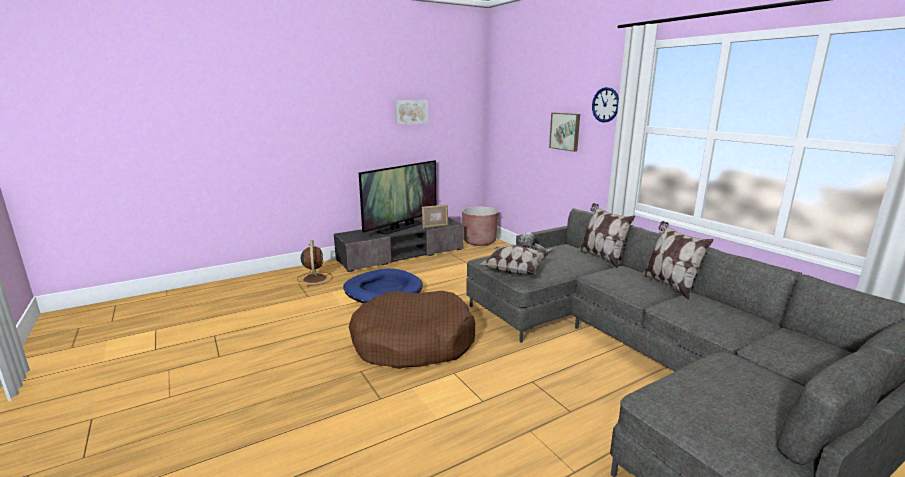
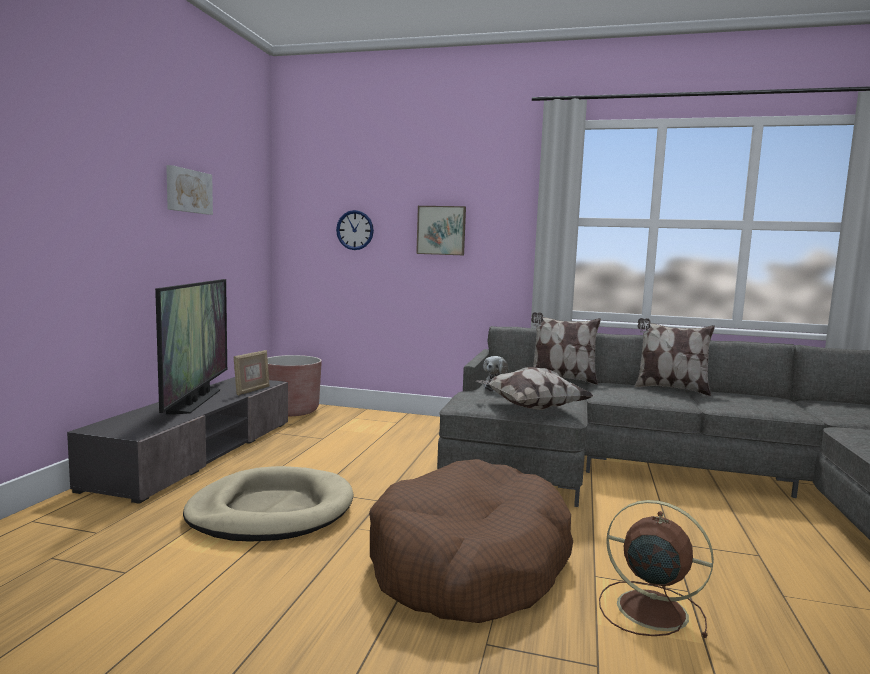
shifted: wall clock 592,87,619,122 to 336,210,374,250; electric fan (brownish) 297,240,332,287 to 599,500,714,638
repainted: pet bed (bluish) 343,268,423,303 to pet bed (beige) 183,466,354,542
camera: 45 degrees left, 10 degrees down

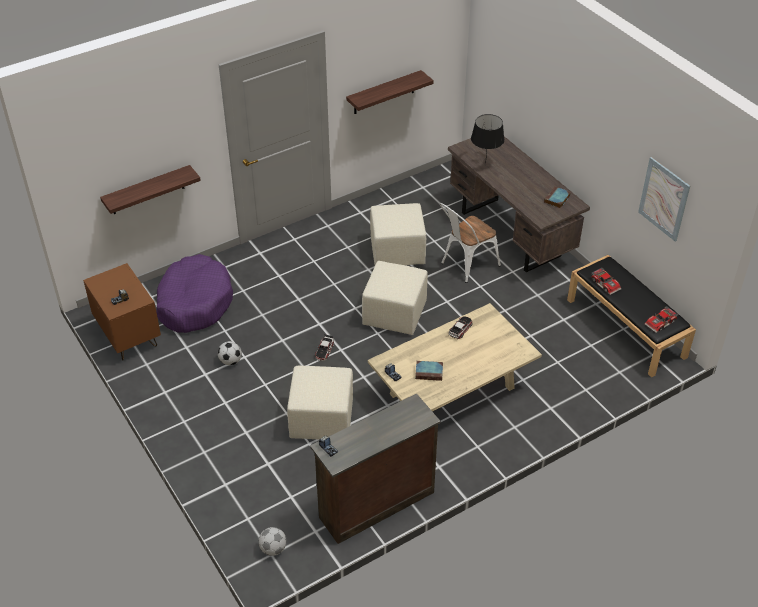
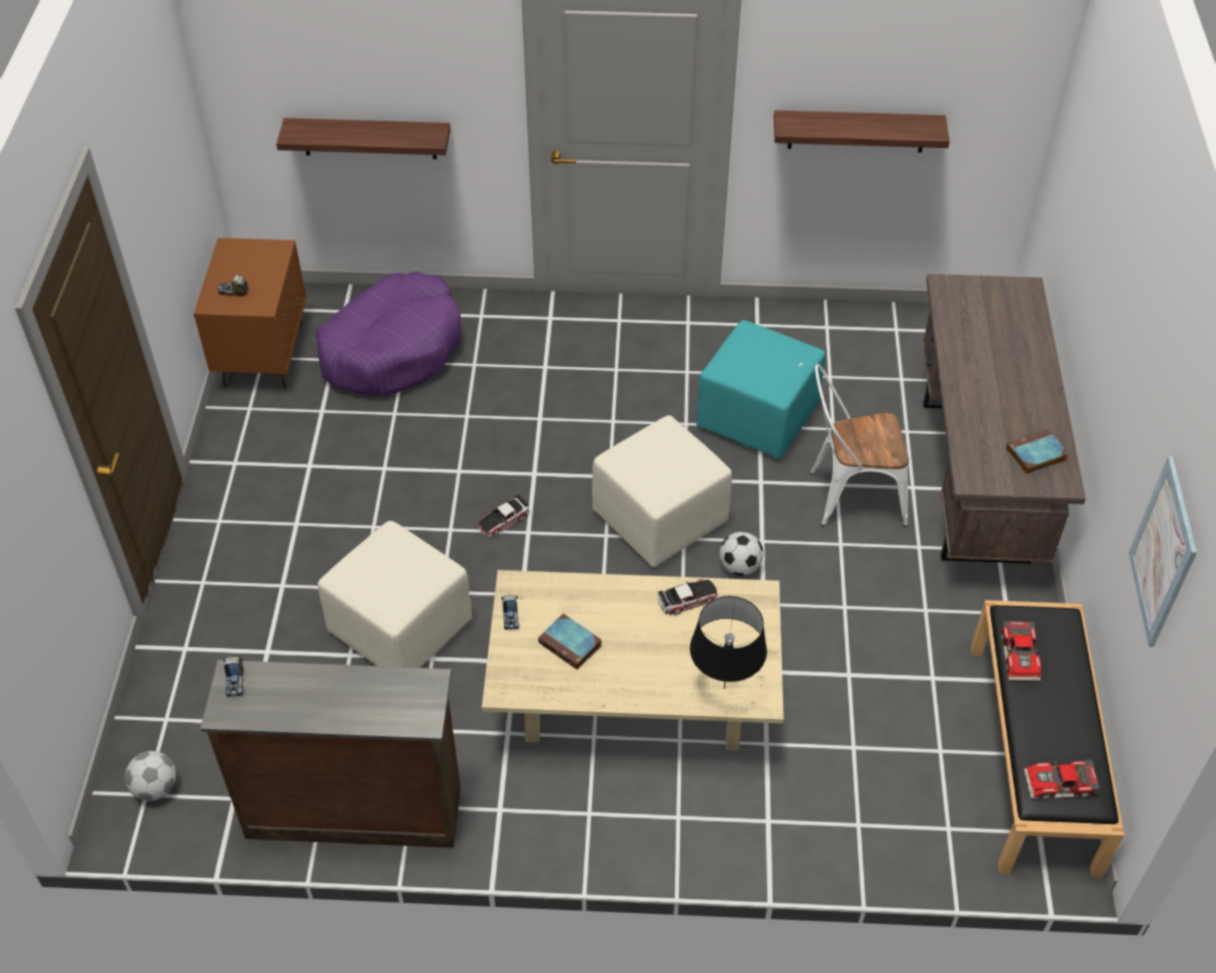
shifted: lamp for a table (black-coloured) 471,114,504,164 to 690,596,767,689; ball for football 218,341,242,365 to 720,532,763,576
repainted: footrest (beige) 370,203,426,265 to footrest (blue-green) 696,320,825,459
camera: 35 degrees right, 5 degrees up

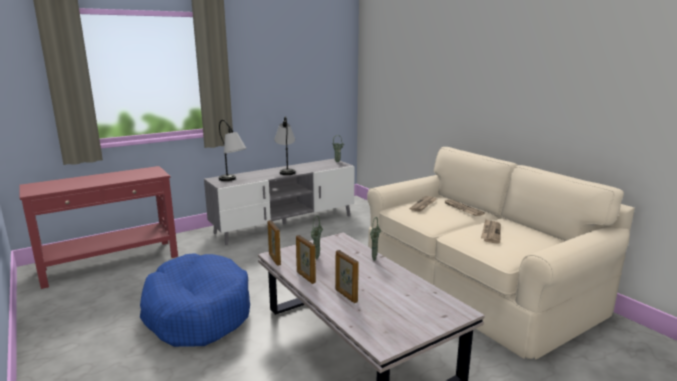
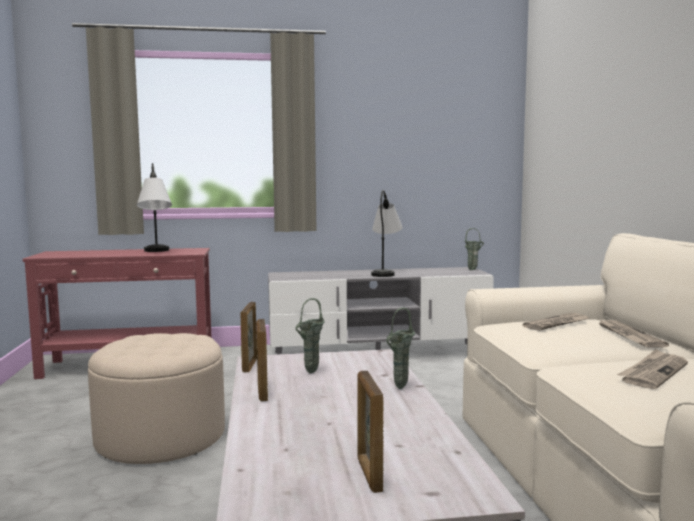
shifted: lamp for a table 219,120,247,181 to 137,163,172,252; picture frame 335,250,359,303 to 357,371,384,493
swapped: pet bed (bluish) 140,253,250,347 to footrest (beige) 88,333,225,464
camera: 25 degrees right, 10 degrees down

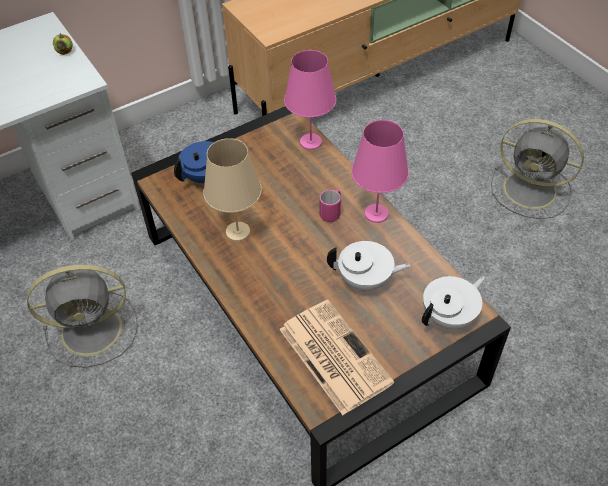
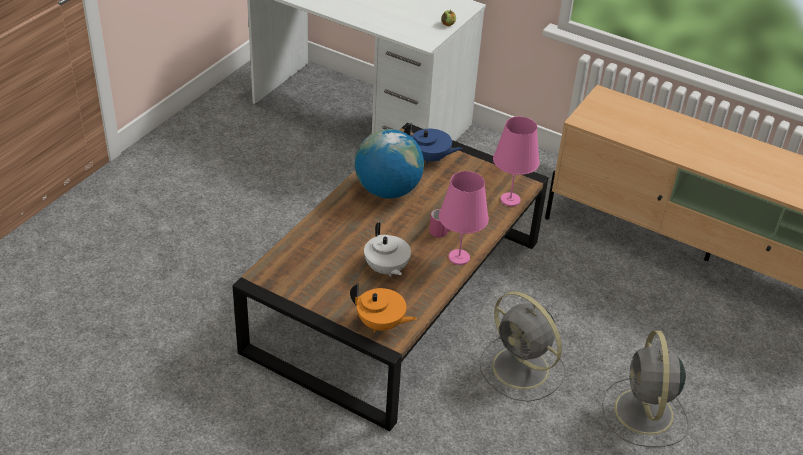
gone: printed paper 279,300,394,415
shifted: electric fan (gray) 27,264,137,368 to 479,291,566,402
swapped: lamp for a table (beige) 203,138,262,241 to globe 355,129,424,199
repainted: teapot (white) 422,276,485,329 to teapot (orange-coloured) 350,283,417,332
camera: 60 degrees right, 10 degrees down

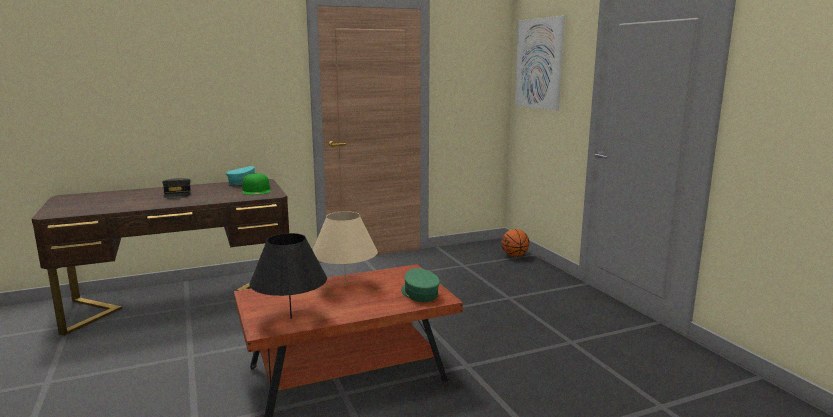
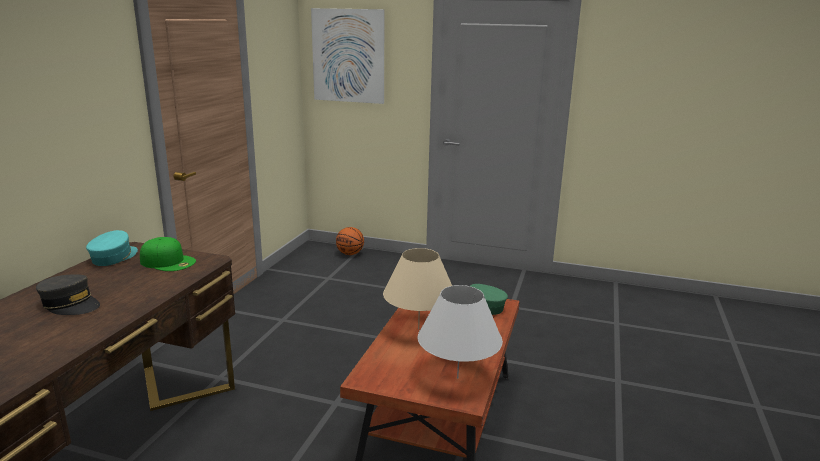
repainted: lamp for a table (black-coloured) 250,233,327,319 to lamp for a table (white) 418,285,503,378
camera: 50 degrees left, 5 degrees up

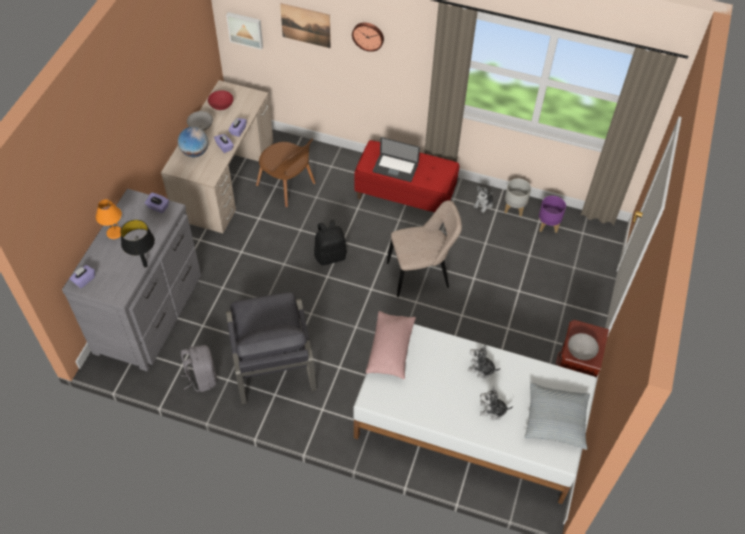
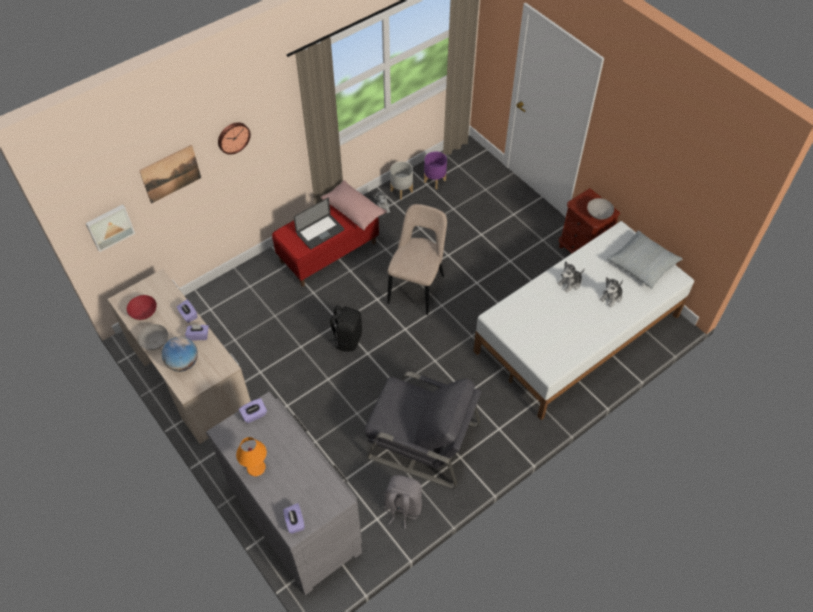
gone: lamp for a table (black-coloured) 120,220,155,268; plain chair (brownish) 256,138,315,207
shifted: throw pillow (pink-coloured) 366,311,416,379 to 321,180,387,231
camera: 55 degrees left, 0 degrees up

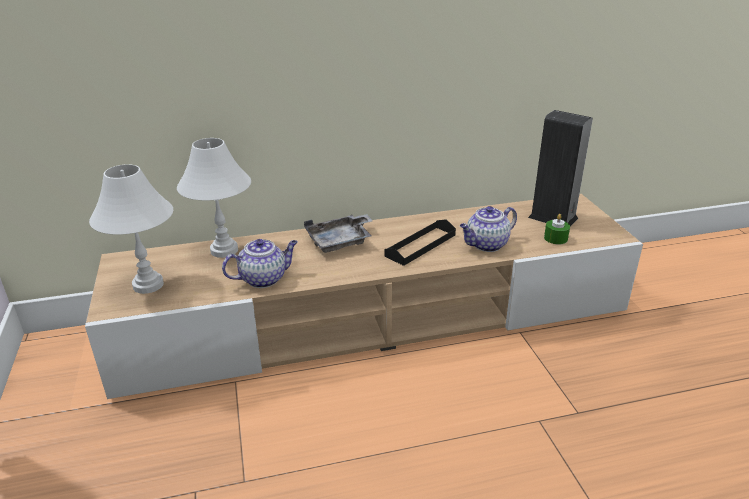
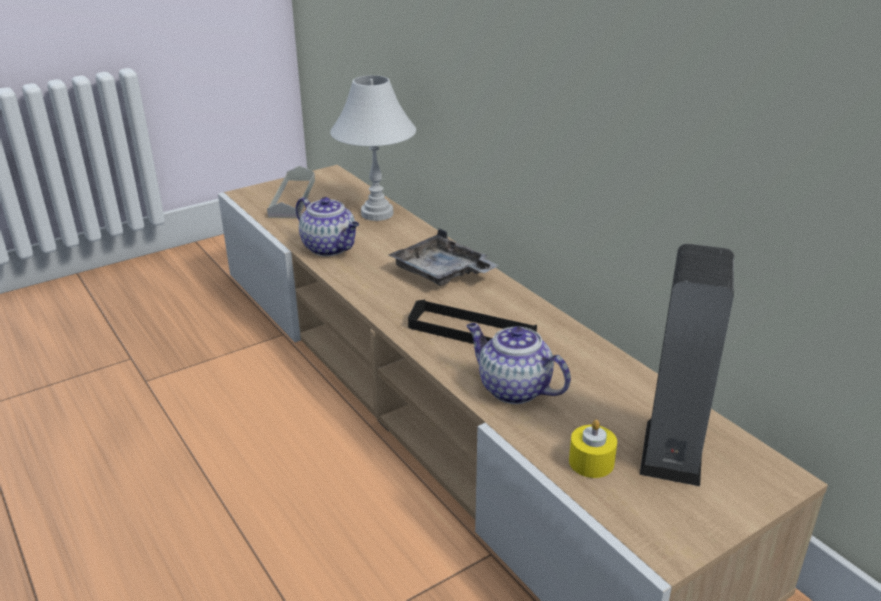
swapped: lamp for a table (white) 89,164,173,294 to carrying tray (gray) 267,166,315,218
repainted: wax light (green) 544,214,570,244 to wax light (yellow-coloured) 569,420,617,478
camera: 70 degrees right, 0 degrees up

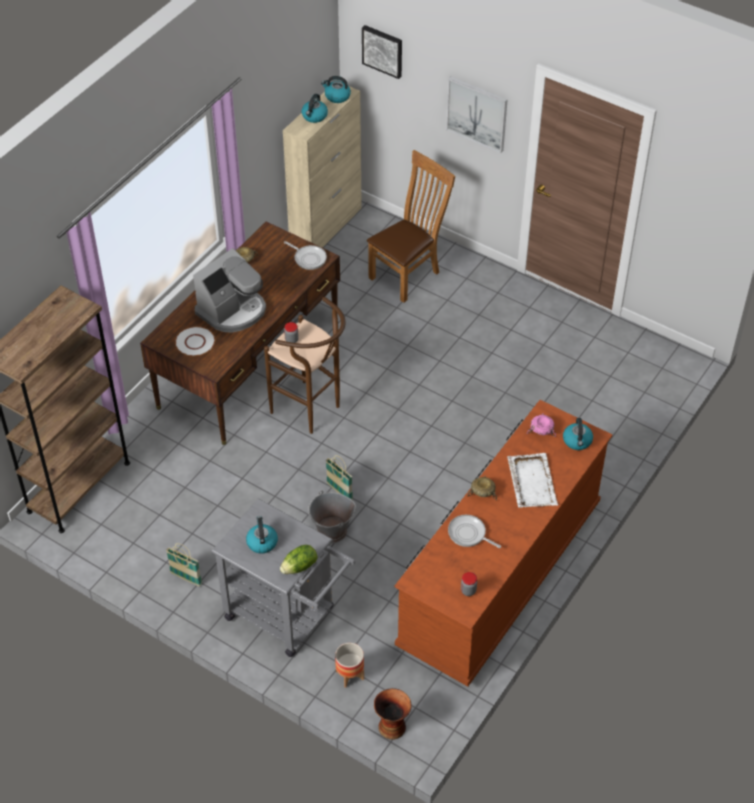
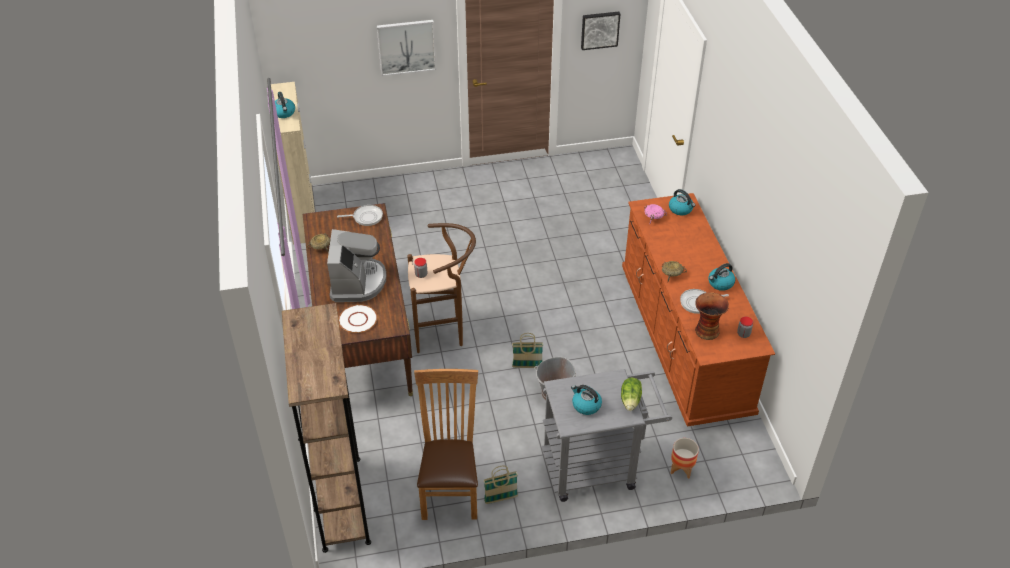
gone: carrying tray (white) 507,453,559,508
shifted: plain chair (brownish) 367,150,455,303 to 414,369,478,520; wall picture 362,25,402,79 to 581,12,620,50; vase 374,688,411,740 to 695,292,729,340; kettle 321,76,351,103 to 708,263,735,291
camera: 45 degrees left, 5 degrees down

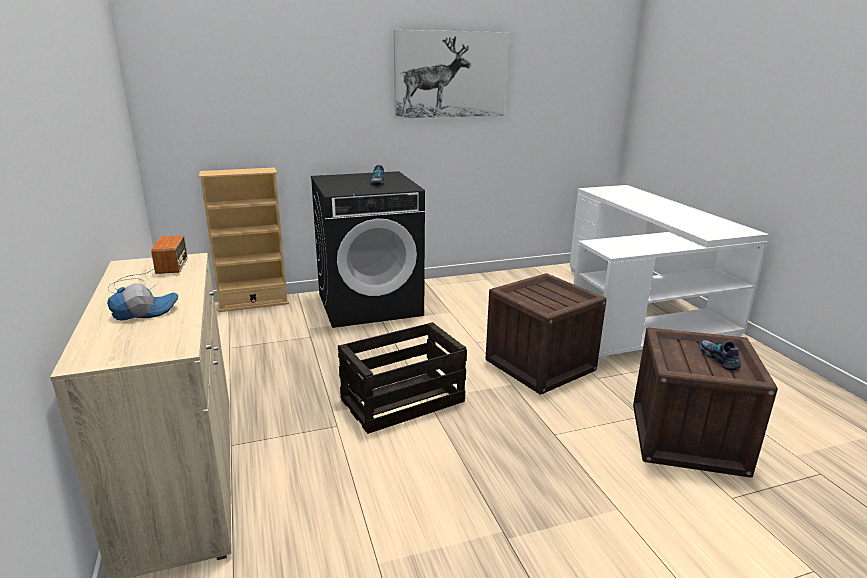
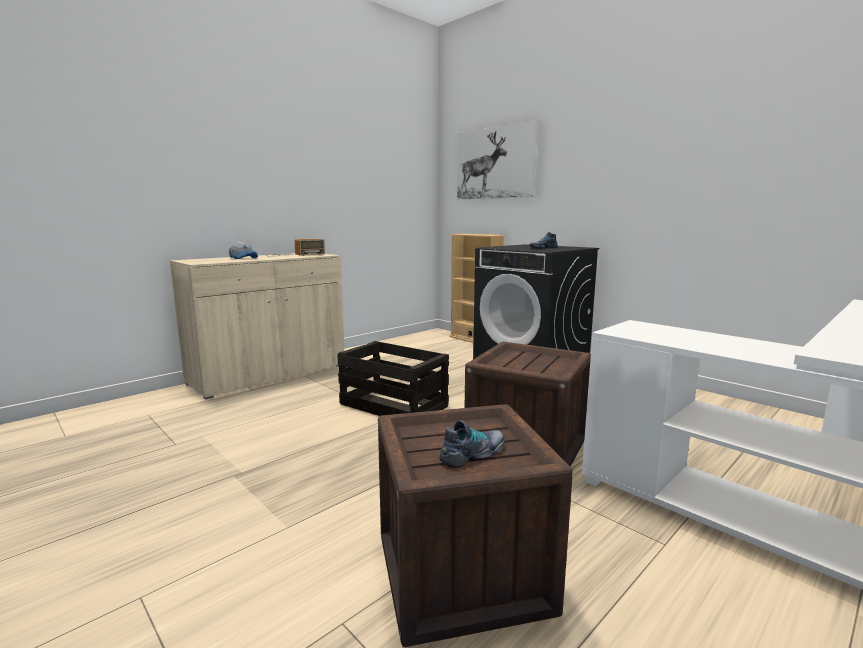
shifted: wall picture 394,30,509,119 to 457,120,540,200
camera: 65 degrees right, 10 degrees down

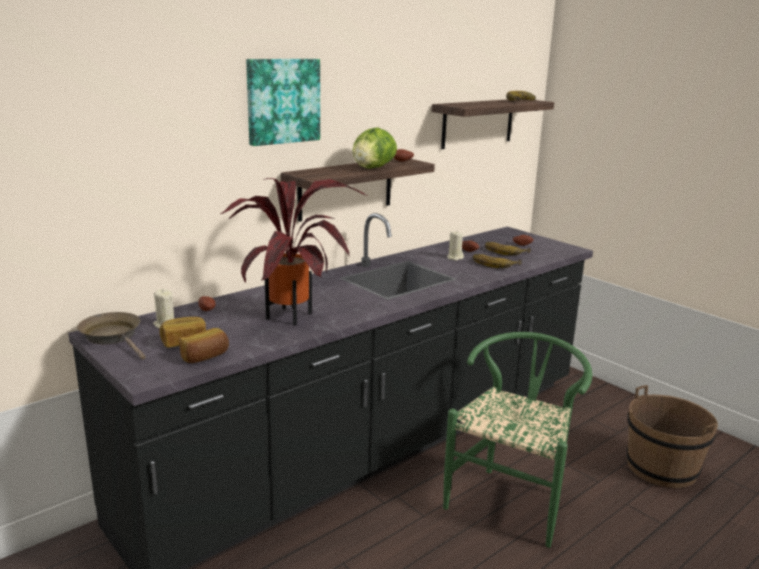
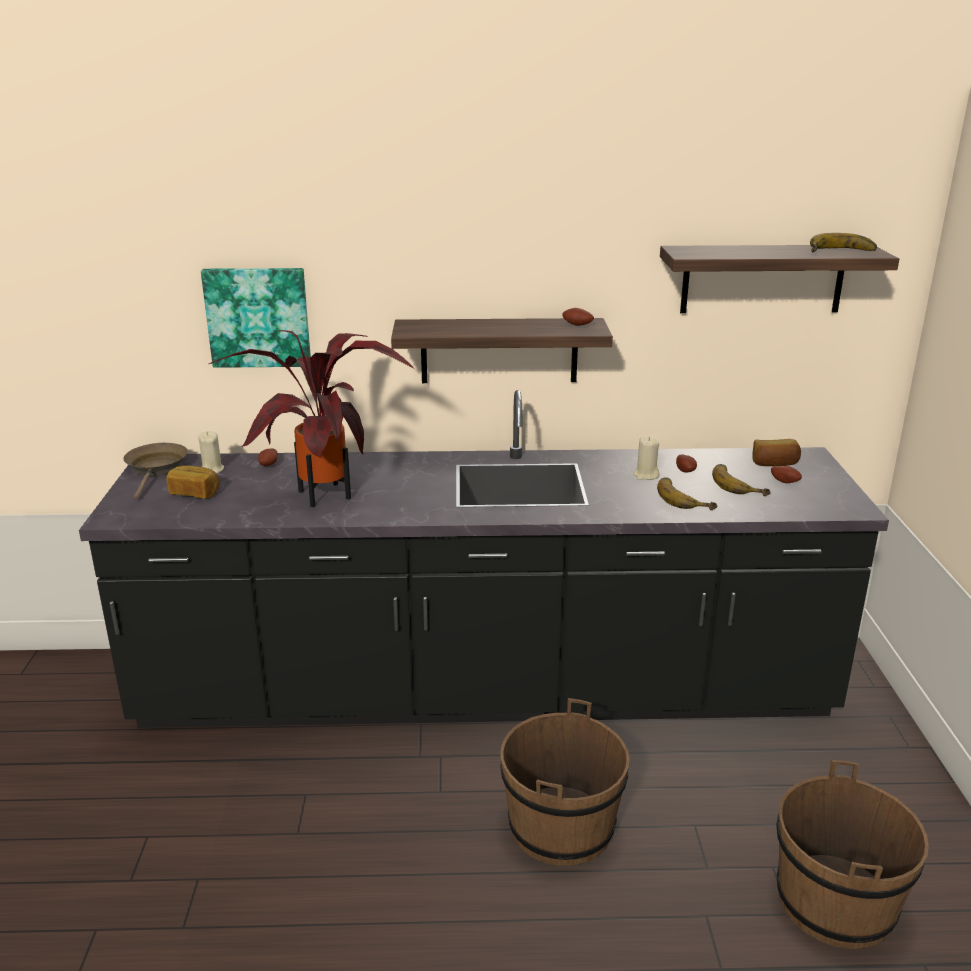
gone: lettuce 352,127,397,169
shifted: wall picture 246,59,320,146 to 201,268,311,368; bakery bread 179,328,229,363 to 752,439,801,466
swapped: plain chair (green) 443,332,592,548 to bucket (brownish) 500,698,630,866
camera: 40 degrees right, 5 degrees up

